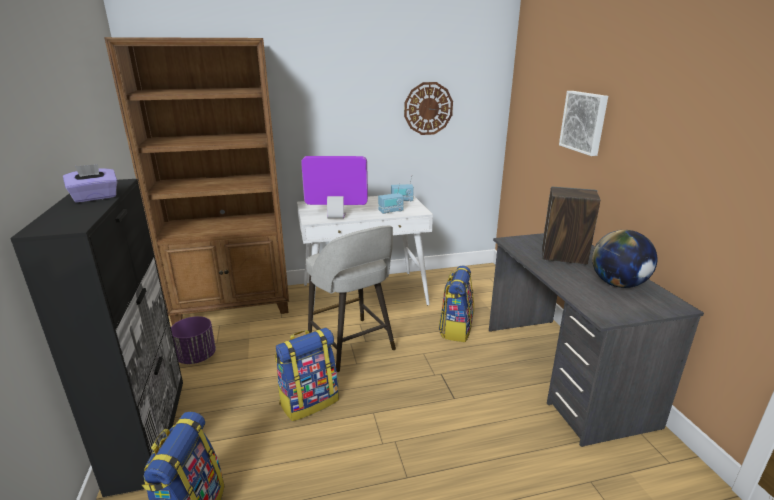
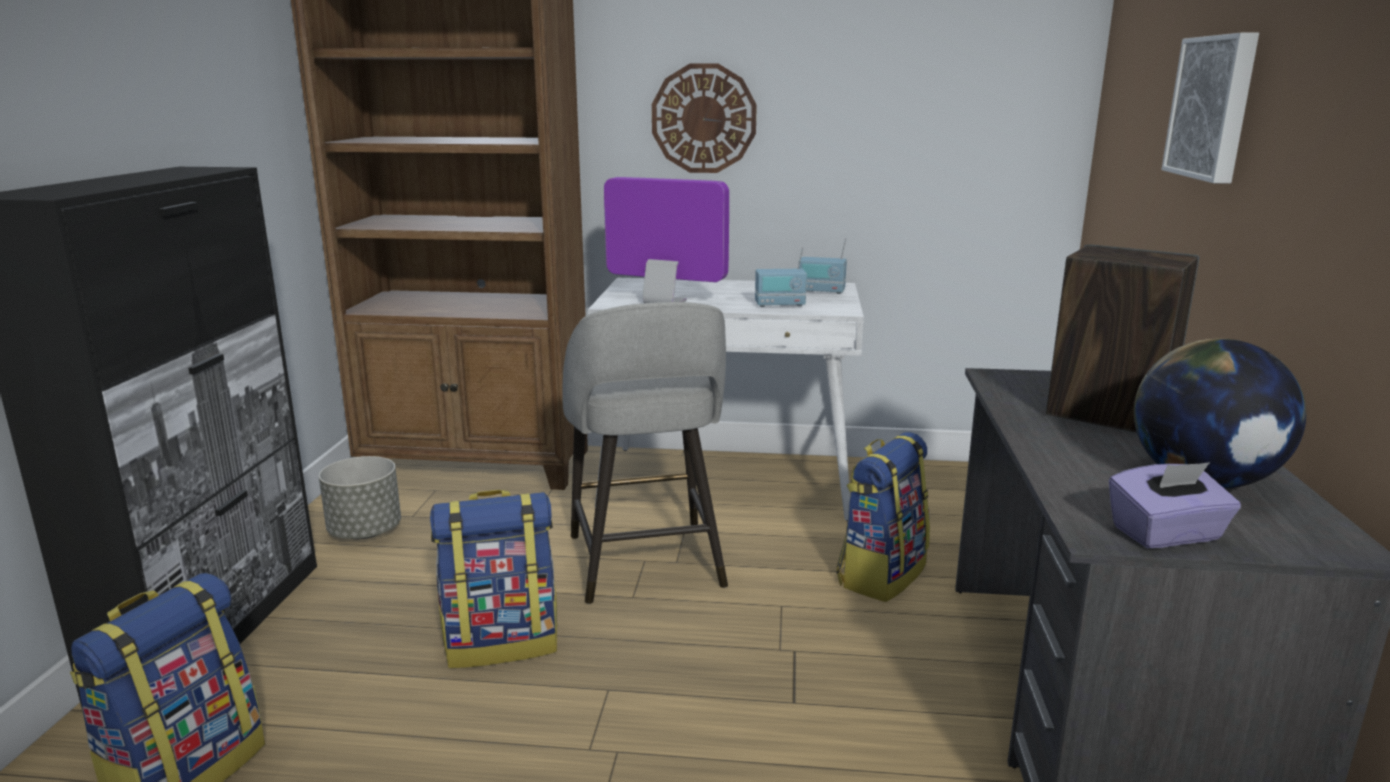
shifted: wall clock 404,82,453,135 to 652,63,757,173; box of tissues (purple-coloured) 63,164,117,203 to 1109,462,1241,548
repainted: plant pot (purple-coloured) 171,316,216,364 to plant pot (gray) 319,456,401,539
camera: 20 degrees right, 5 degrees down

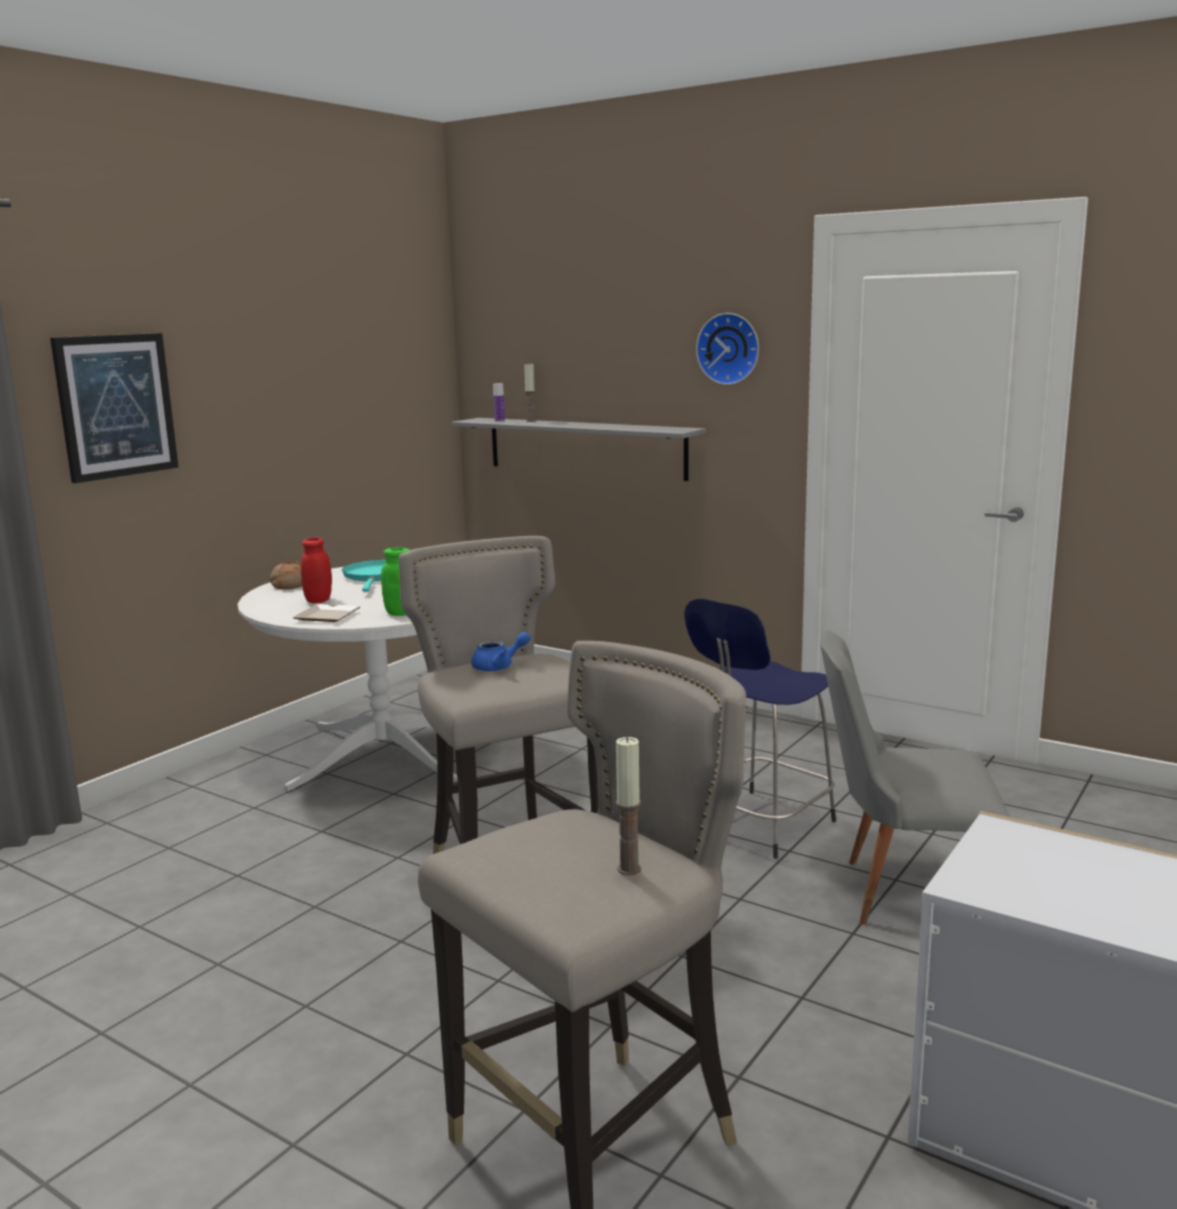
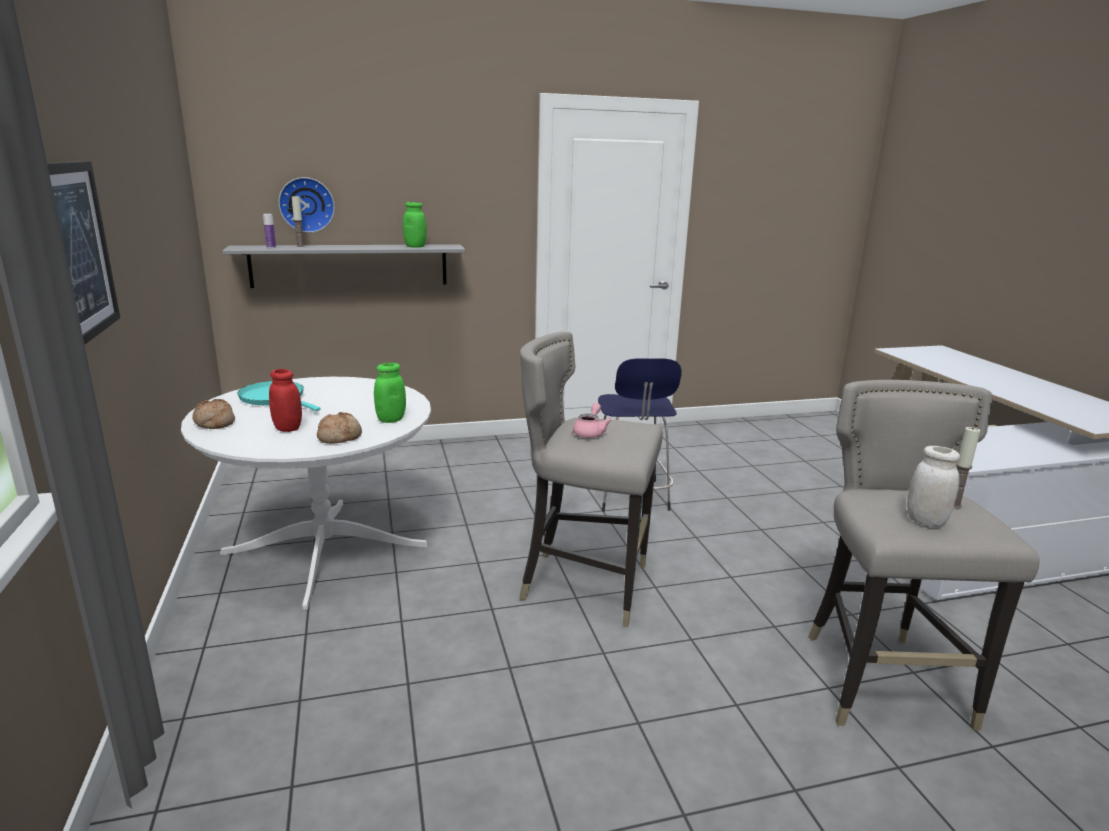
gone: plain chair (gray) 820,630,1011,925
new: storage jar (green) 403,202,427,248; storage jar (white) 907,446,960,527
shifted: wall clock 696,313,759,385 to 278,177,335,233
swapped: plate 293,604,360,622 to bakery bread 317,412,362,444
repainted: teapot (bluish) 471,632,531,671 to teapot (pink-coloured) 573,403,611,438
camera: 50 degrees left, 5 degrees up

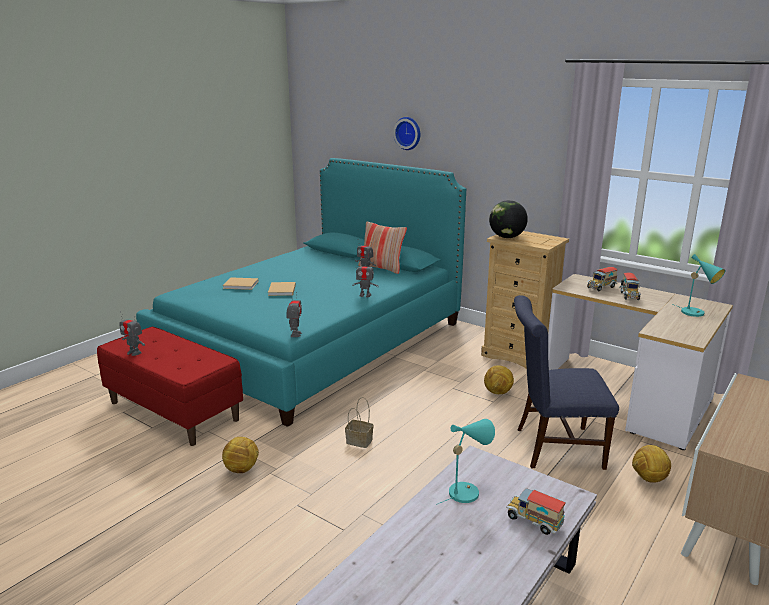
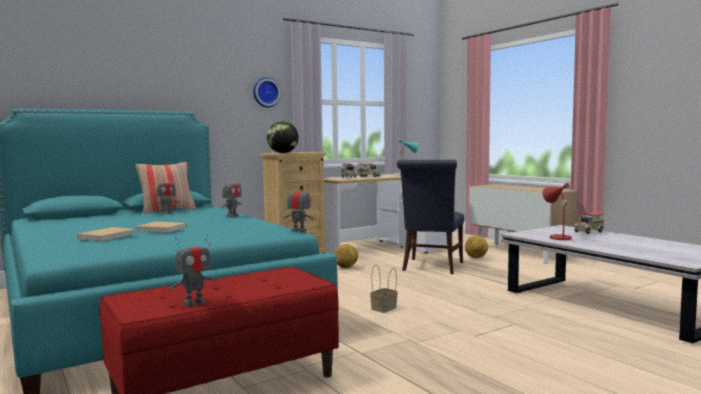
gone: ball for football 222,437,259,473
shifted: wall clock 393,117,420,150 to 253,77,281,108
repainted: lamp for a table (blue-green) 436,419,495,505 to lamp for a table (reddish) 543,183,575,242
camera: 70 degrees left, 15 degrees down

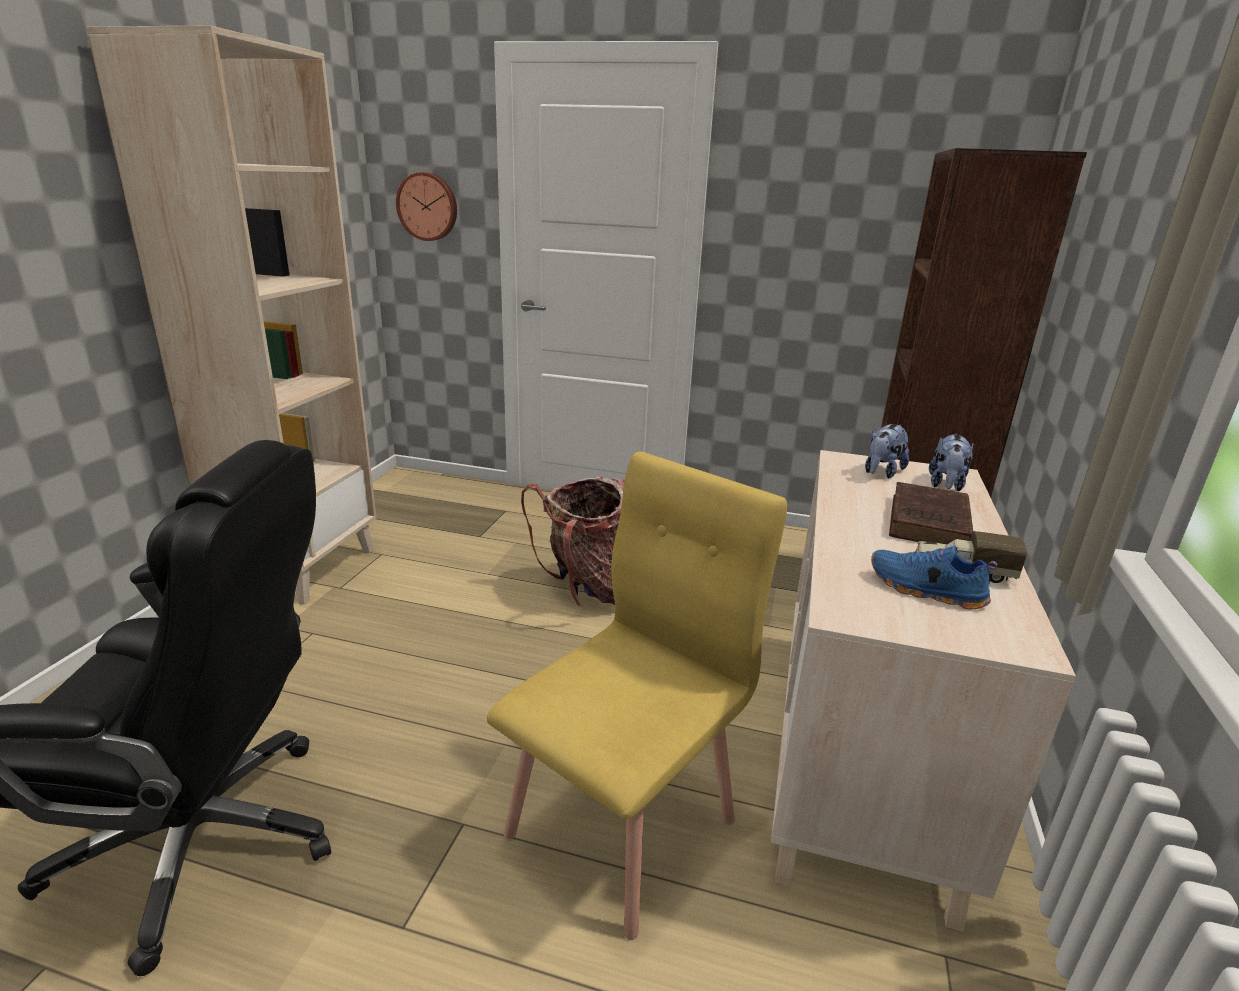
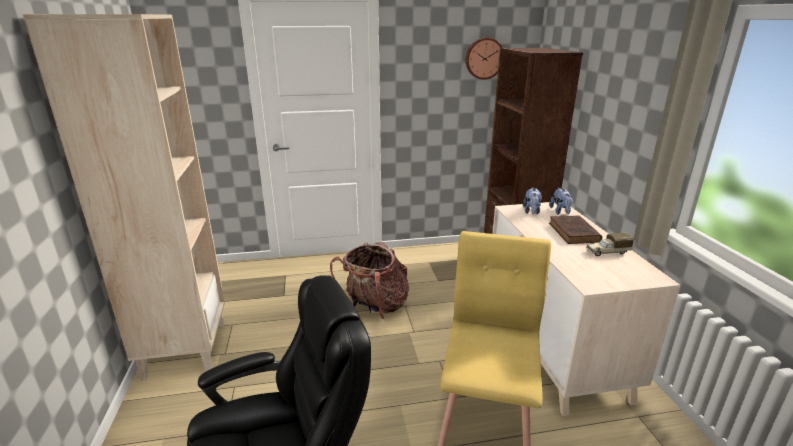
gone: low shoe (bluish) 871,546,997,609
shifted: wall clock 396,172,457,241 to 466,38,502,80
camera: 25 degrees left, 0 degrees up

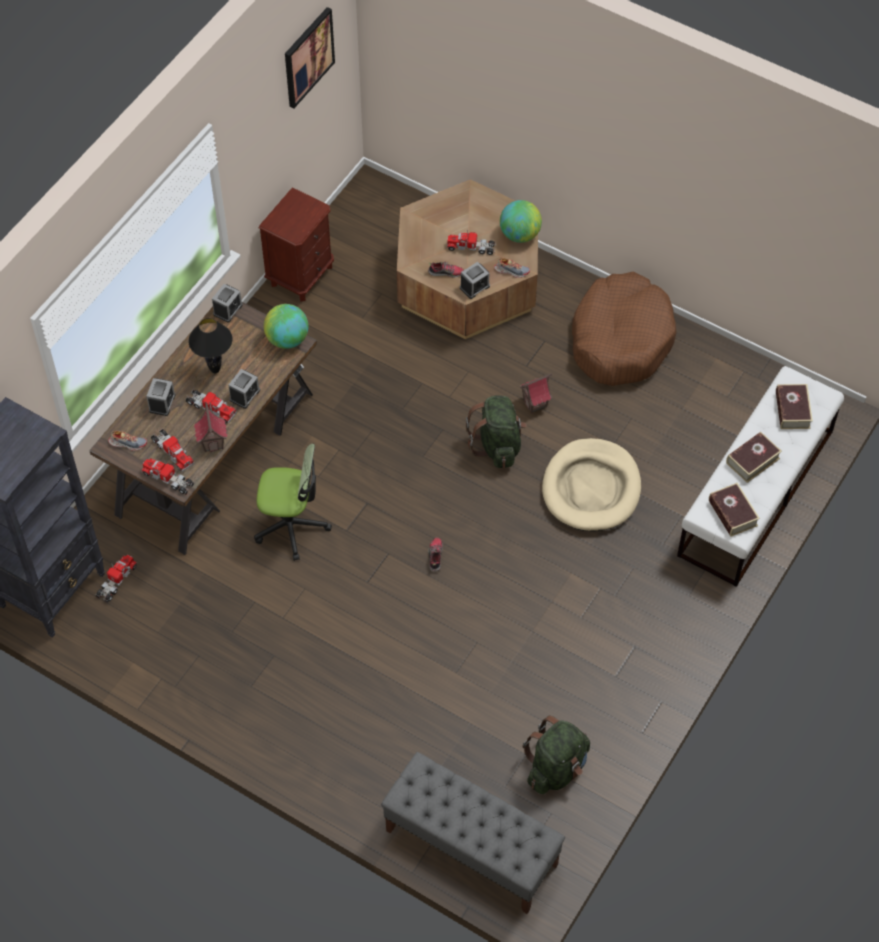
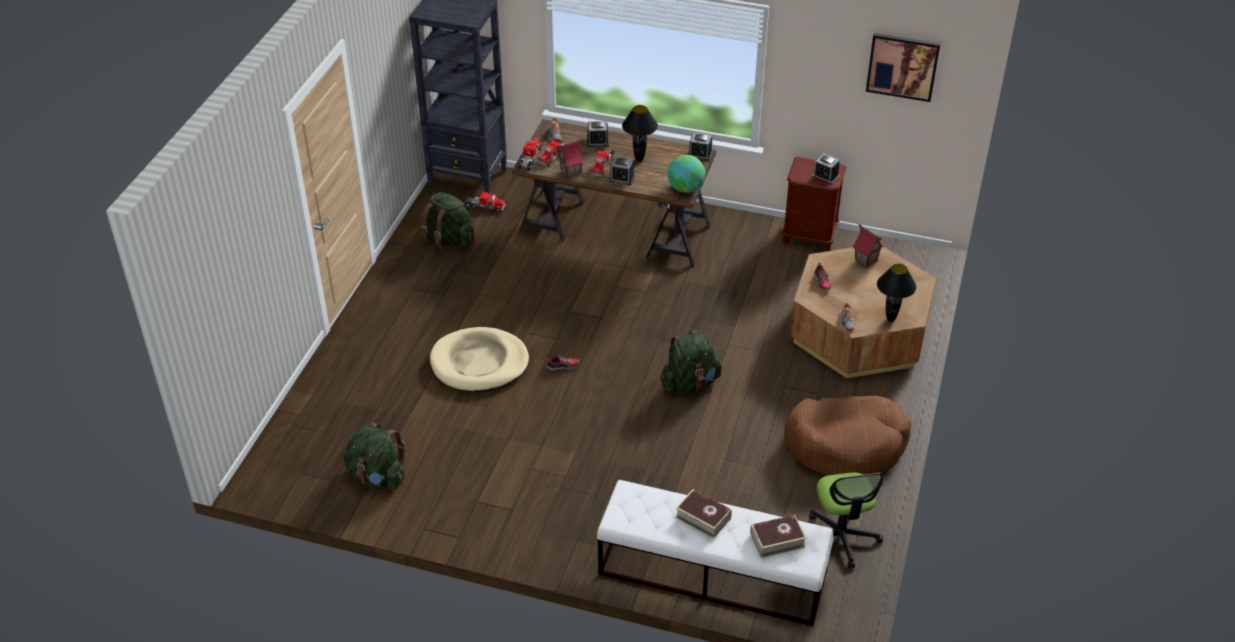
gone: indoor bench (gray) 381,752,565,914; model truck 447,229,496,255; volume 709,483,760,537
new: knapsack (green) 421,192,475,251
shifted: pet bed (beige) 542,438,641,532 to 430,327,529,392; office chair 254,444,332,561 to 809,473,883,568; table clock 460,262,490,299 to 812,153,840,184; miniature house 520,373,552,413 to 853,224,884,268
swapped: globe 500,200,542,243 to lamp for a table (black-coloured) 877,264,916,322
camera: 75 degrees right, 15 degrees down

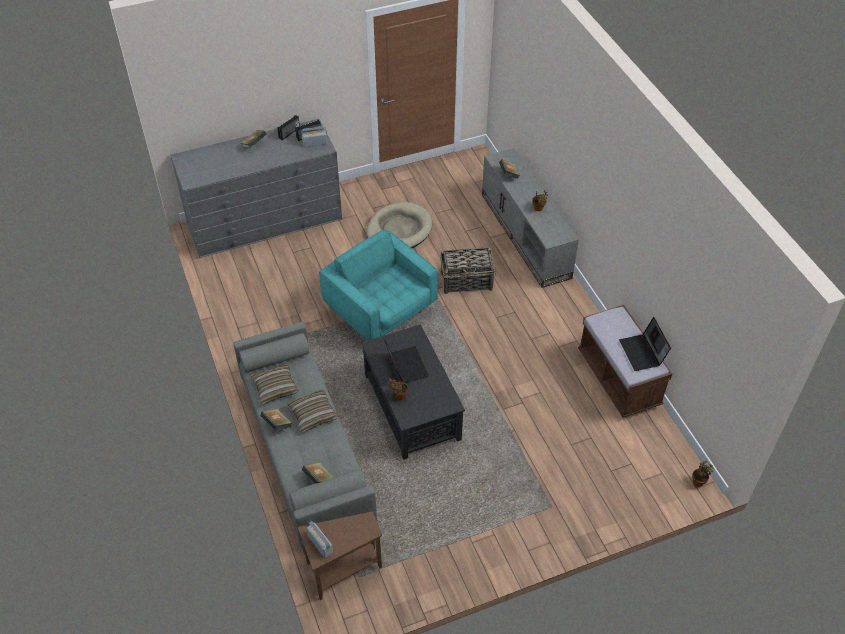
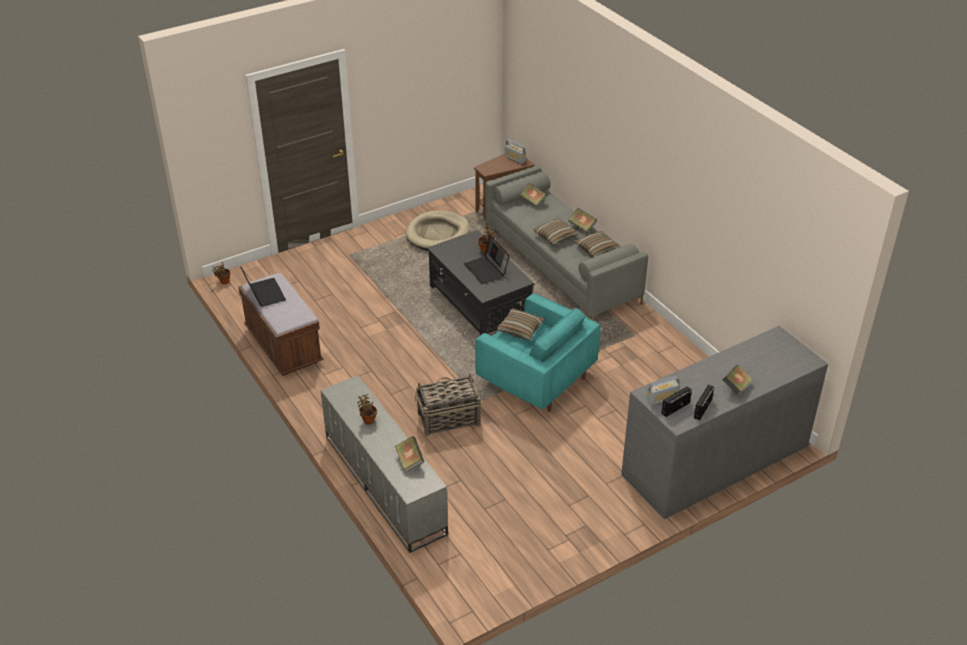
new: throw pillow 497,309,545,340
shifted: pet bed (beige) 367,202,432,248 to 406,211,470,251
camera: 170 degrees right, 10 degrees down

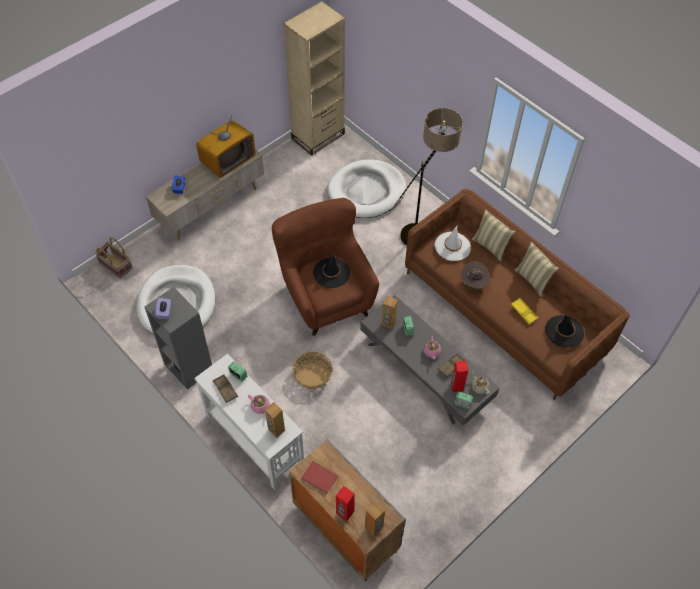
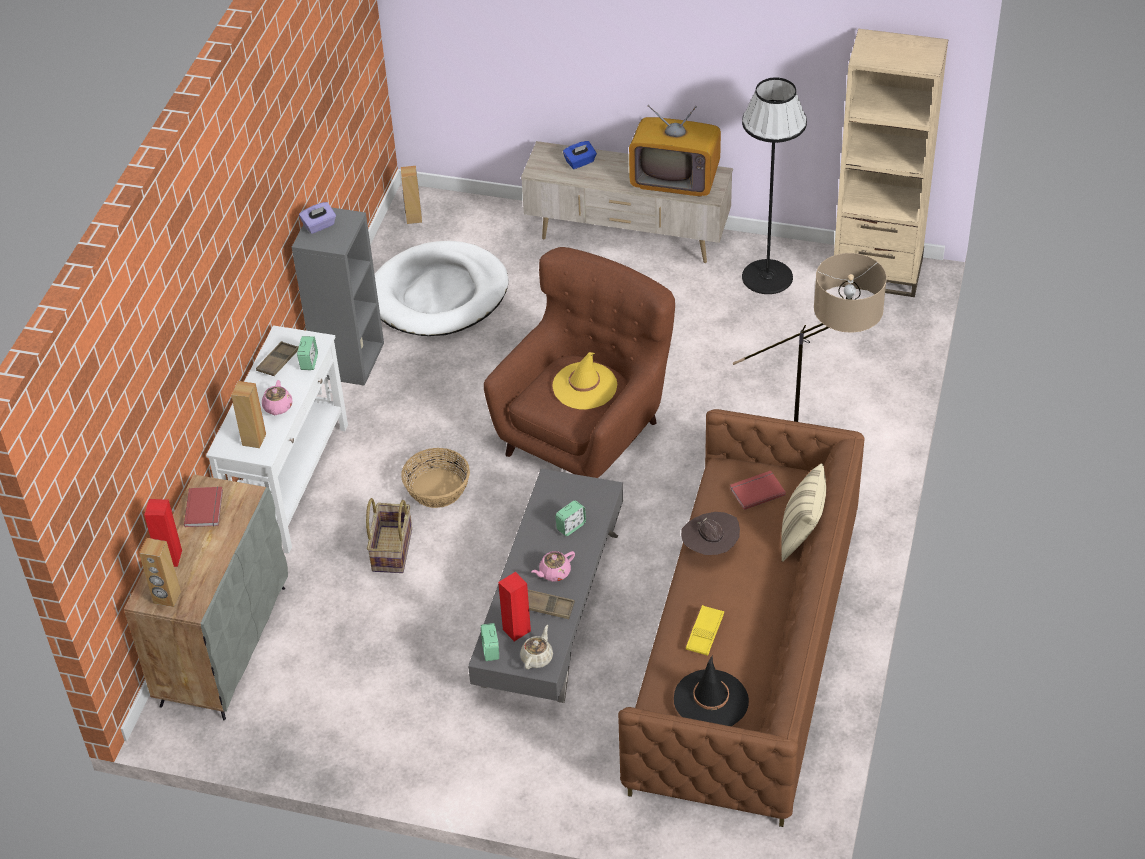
gone: pet bed (white) 327,160,406,218; throw pillow (beige) 514,242,559,297
new: standing lamp (black-coloured) 742,78,807,294
shifted: basket 94,237,133,279 to 366,498,412,573; audio speaker (brownish) 382,296,398,329 to 401,166,422,224
swapped: clothing hat (white) 435,225,471,261 to volume (reddish) 730,471,786,510
repainted: clothing hat (black-coloured) 313,253,350,288 to clothing hat (yellow-coloured) 552,352,617,410
camera: 60 degrees right, 10 degrees down

